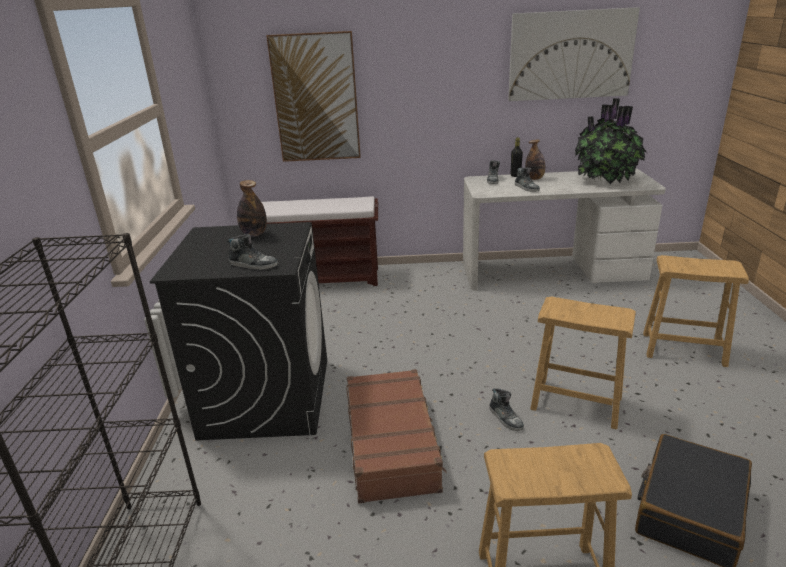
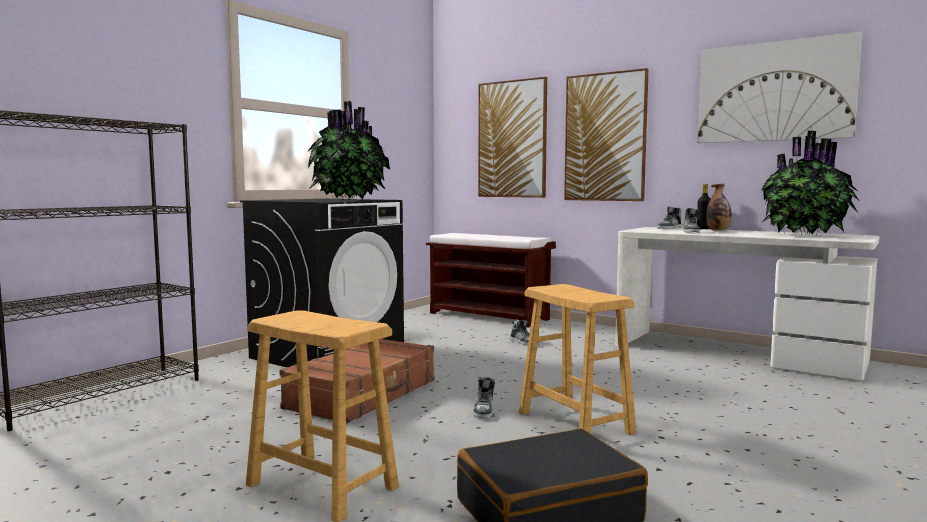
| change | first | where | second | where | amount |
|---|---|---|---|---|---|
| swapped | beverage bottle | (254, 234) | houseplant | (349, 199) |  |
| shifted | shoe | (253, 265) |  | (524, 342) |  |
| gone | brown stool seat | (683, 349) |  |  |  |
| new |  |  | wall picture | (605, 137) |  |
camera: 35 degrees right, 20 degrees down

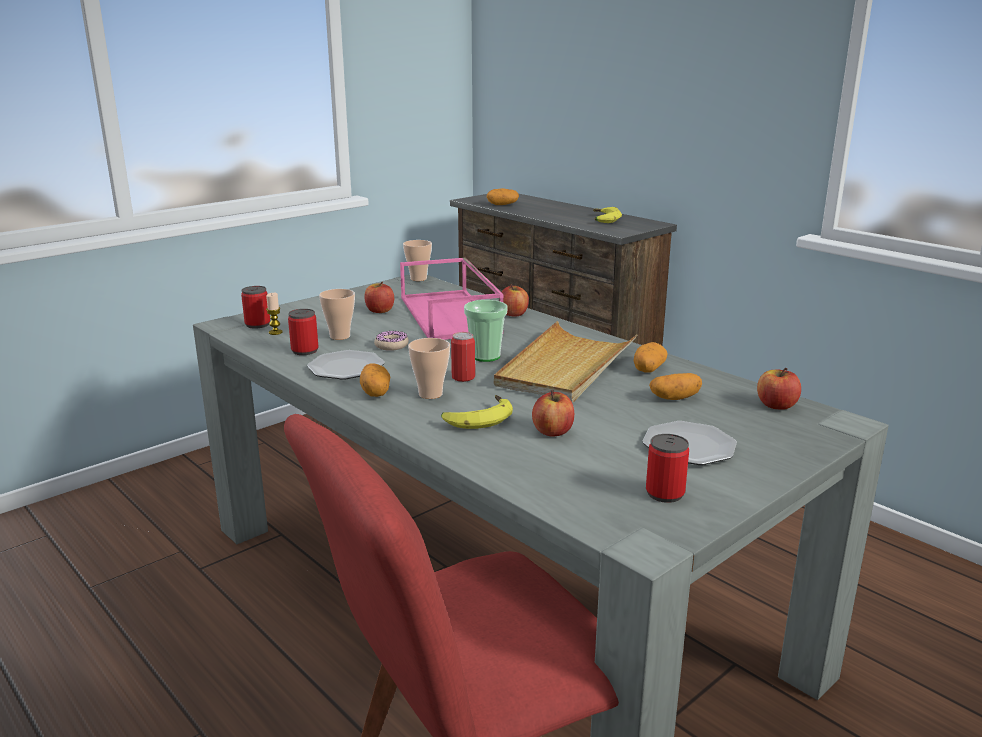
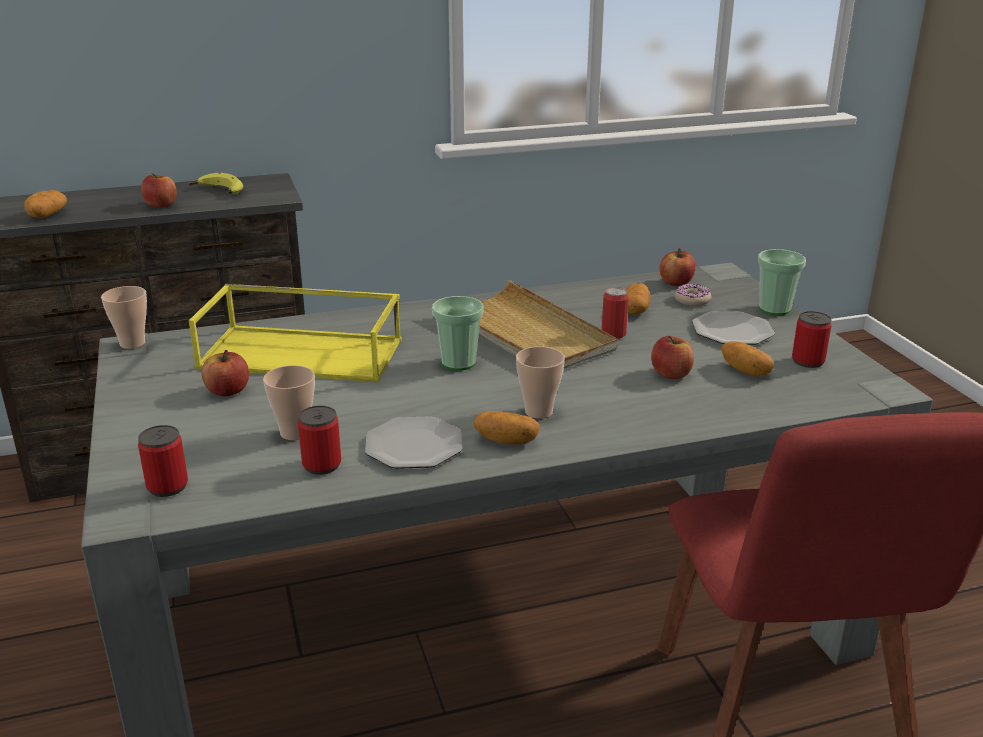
| change | first | where | second | where | amount |
|---|---|---|---|---|---|
| repainted | pink serving tray | (451, 315) | yellow serving tray | (304, 353) |  |
| shifted | apple | (513, 314) |  | (161, 205) |  |
| gone | wax candle | (275, 332) |  |  |  |
| shifted | donut | (391, 345) |  | (692, 300) |  |
| shifted | metal can | (463, 377) |  | (613, 334) |  |
| shifted | whole potato | (648, 369) |  | (745, 371) |  |
| gone | whole banana | (476, 418) |  |  |  |
| new |  |  | small cup | (774, 309) |  |
camera: 65 degrees left, 5 degrees up

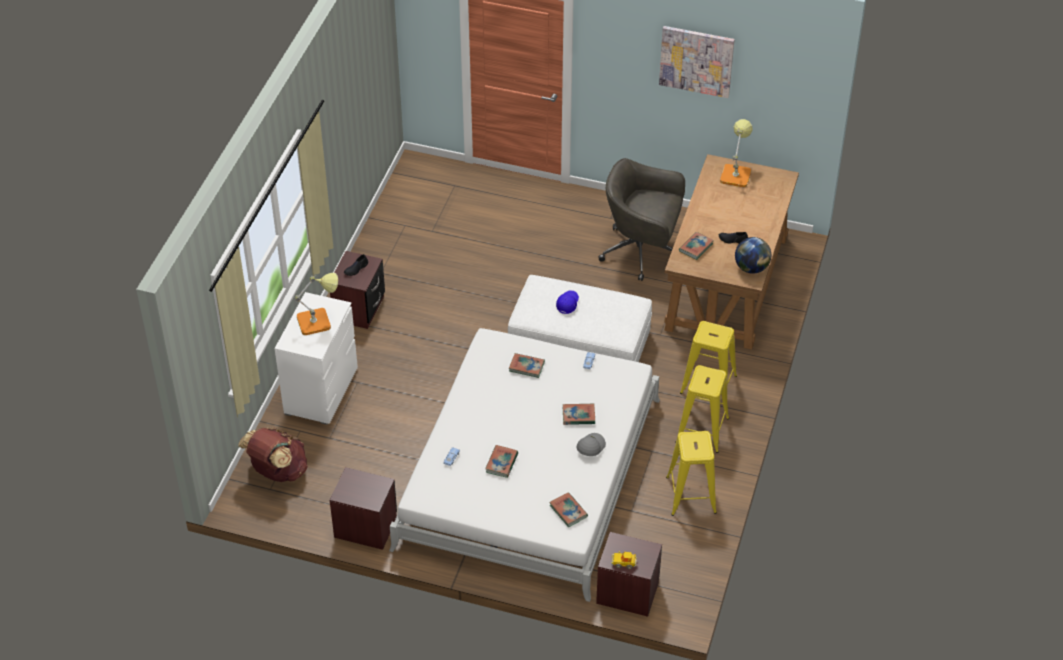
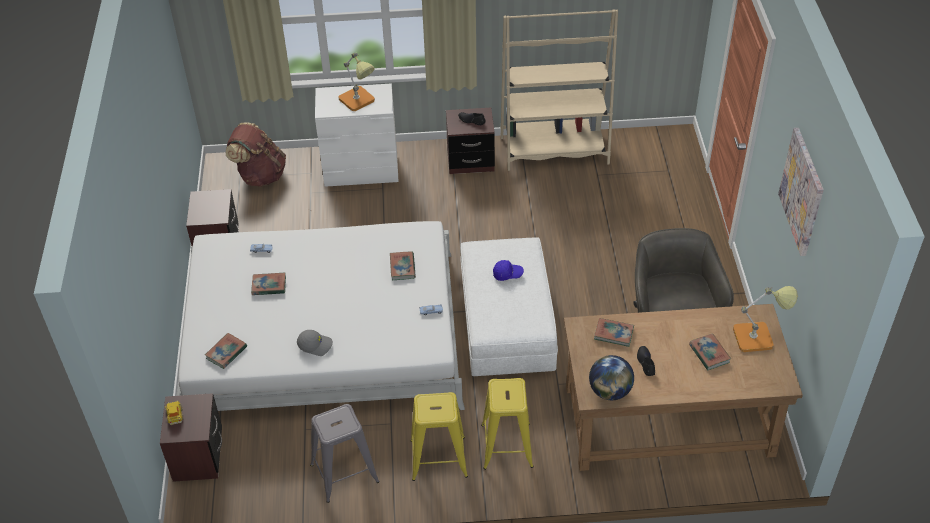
| change | first | where | second | where | amount |
|---|---|---|---|---|---|
| shifted | bound book | (578, 416) |  | (709, 354) |  |
| repainted | yellow stool seat | (691, 495) | greyish stool seat | (344, 473) |  |
| new |  |  | sand-coloured shelving unit | (554, 151) |  |
camera: 70 degrees right, 0 degrees up

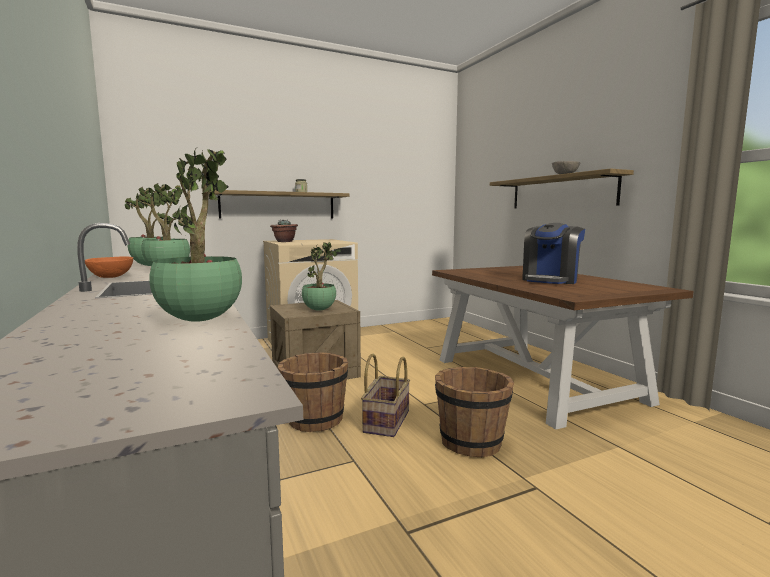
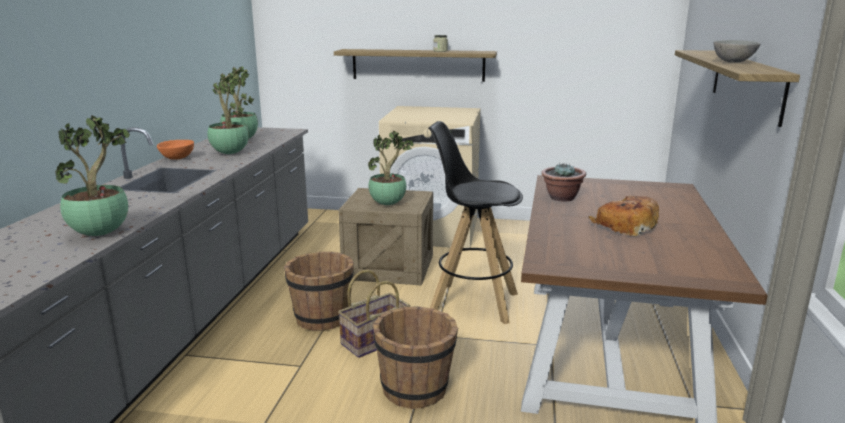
| change | first | where | second | where | amount |
|---|---|---|---|---|---|
| shifted | houseplant | (284, 241) |  | (561, 198) |  |
| swapped | coffee machine | (550, 280) | bakery bread | (624, 226) |  |
| new |  |  | black stool seat | (472, 302) |  |
camera: 35 degrees right, 10 degrees up

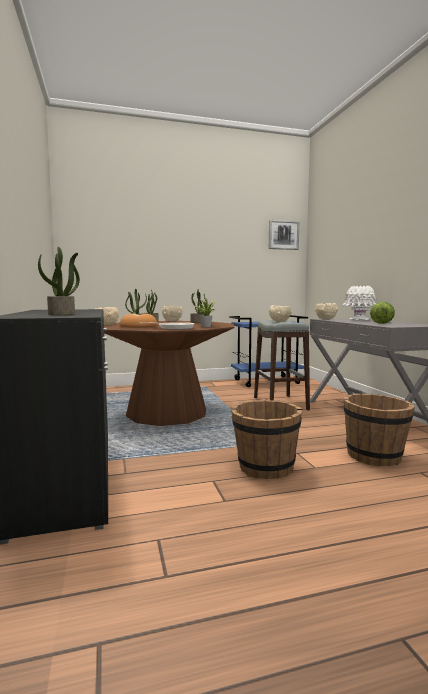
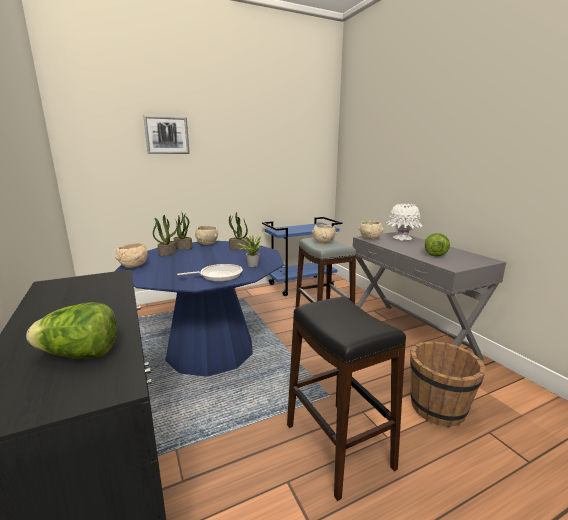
| change | first | where | second | where | amount |
|---|---|---|---|---|---|
| shifted | wall picture | (283, 235) |  | (167, 135) |  |
| swapped | houseplant | (62, 314) | lettuce | (80, 355) |  |
| gone | bakery bread | (138, 326) |  |  |  |
| repainted | brown dining table | (167, 413) | blue dining table | (210, 350) |  |
| swapped | brown bucket | (265, 467) | black stool seat | (337, 445) |  |
camera: 10 degrees left, 10 degrees up

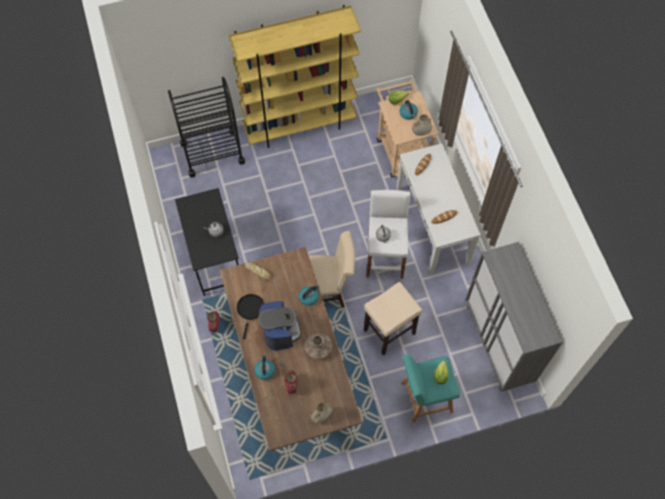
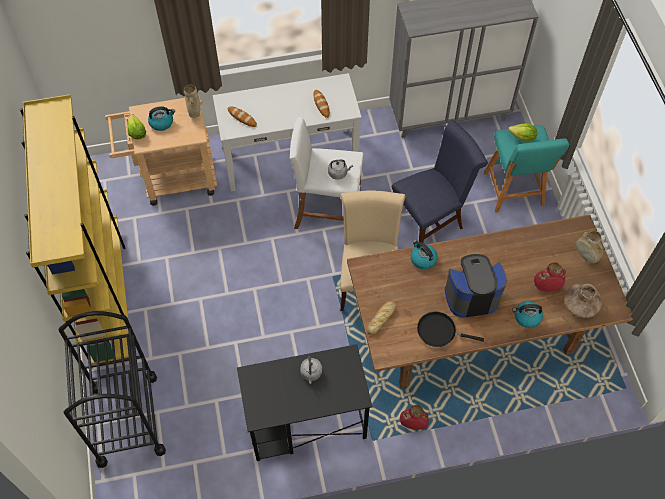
| change | first | where | second | where | amount |
|---|---|---|---|---|---|
| swapped | sand-coloured stool seat | (389, 332) | blue chair | (431, 218) |  |
| shifted | brown vase | (318, 348) |  | (580, 305) |  |
camera: 85 degrees left, 5 degrees down

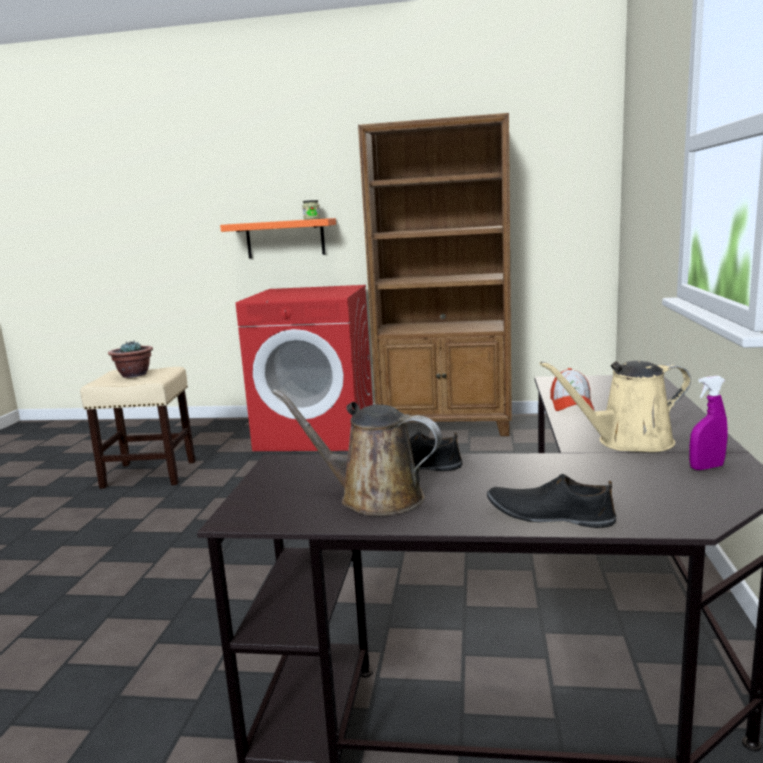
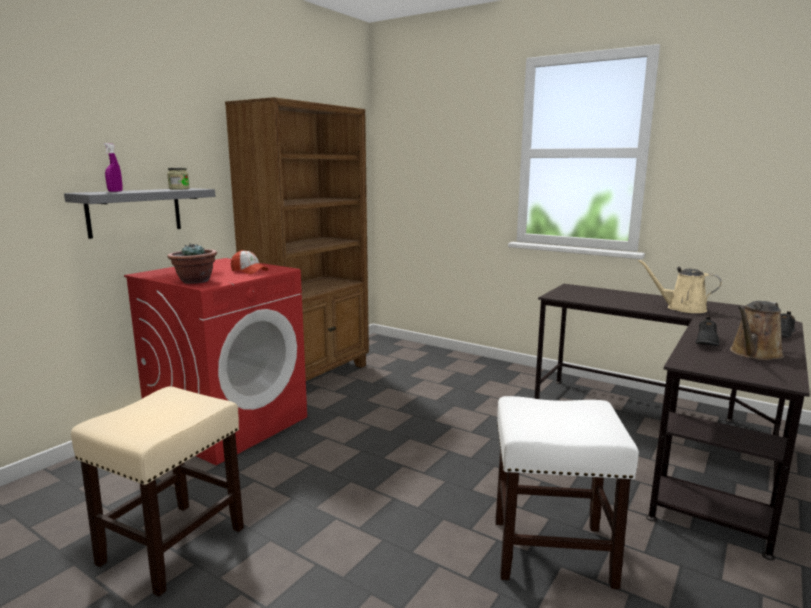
| change | first | where | second | where | amount |
|---|---|---|---|---|---|
| repainted | orange wall shelf | (285, 238) | greyish wall shelf | (134, 212) |  |
| shifted | houseplant | (134, 375) |  | (195, 281) |  |
| rotated | sand-coloured watering pot | (628, 442) |  | (682, 308) | 105 degrees clockwise |
| shifted | cap | (571, 404) |  | (249, 271) |  |
| shifted | purple-coloured spray bottle | (706, 467) |  | (115, 191) |  |
| new |  |  | white stool seat | (550, 552) |  |
camera: 65 degrees left, 0 degrees up

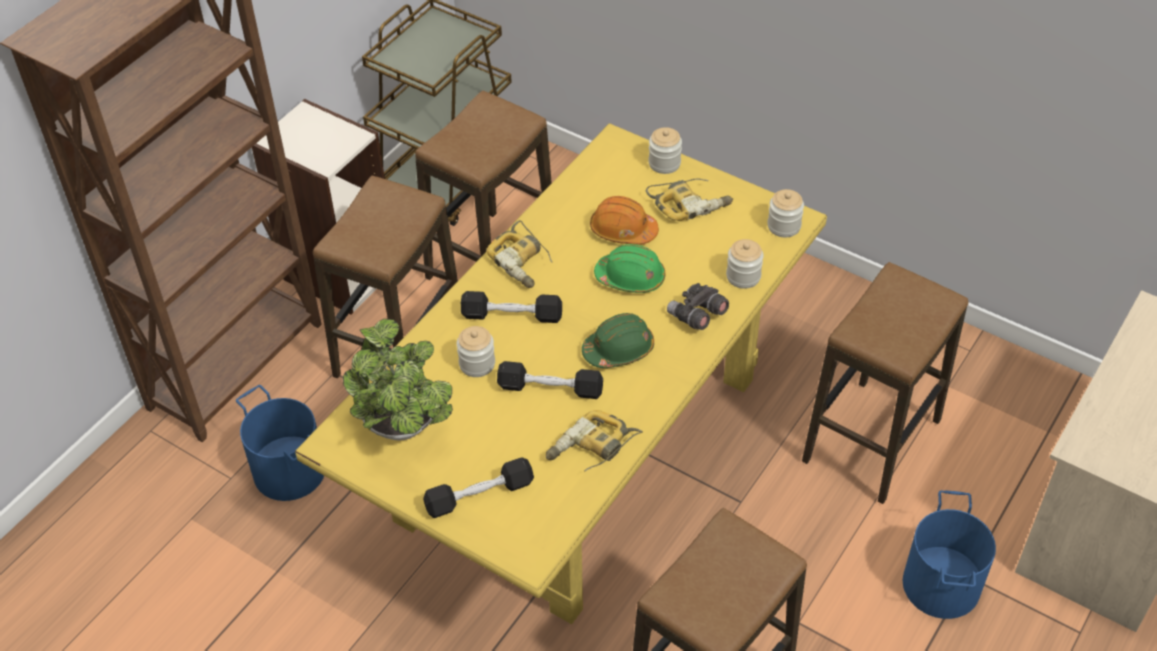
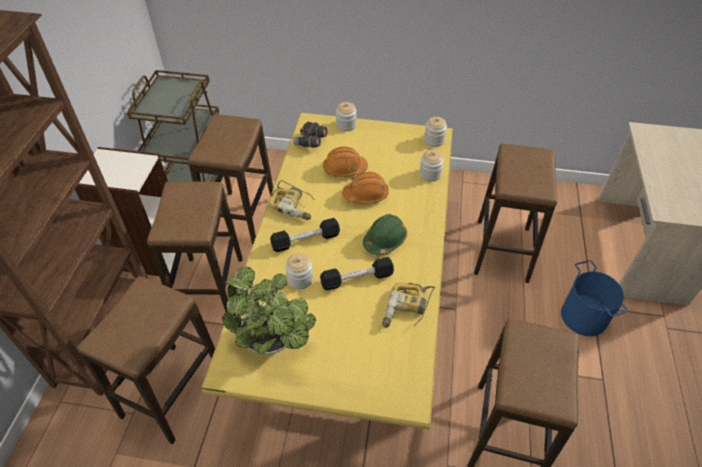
| change | first | where | second | where | amount |
|---|---|---|---|---|---|
| gone | power drill | (689, 203) |  |  |  |
| repainted | green work helmet | (630, 278) | orange work helmet | (366, 195) |  |
| shifted | greyish binoculars | (697, 316) |  | (310, 142) |  |
| swapped | blue bucket | (290, 470) | stool seat | (173, 392) |  |
| gone | black free weight | (479, 495) |  |  |  |
camera: 25 degrees left, 0 degrees up

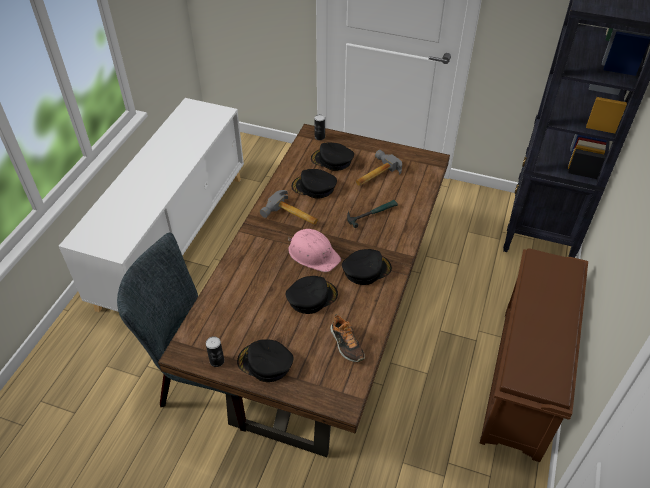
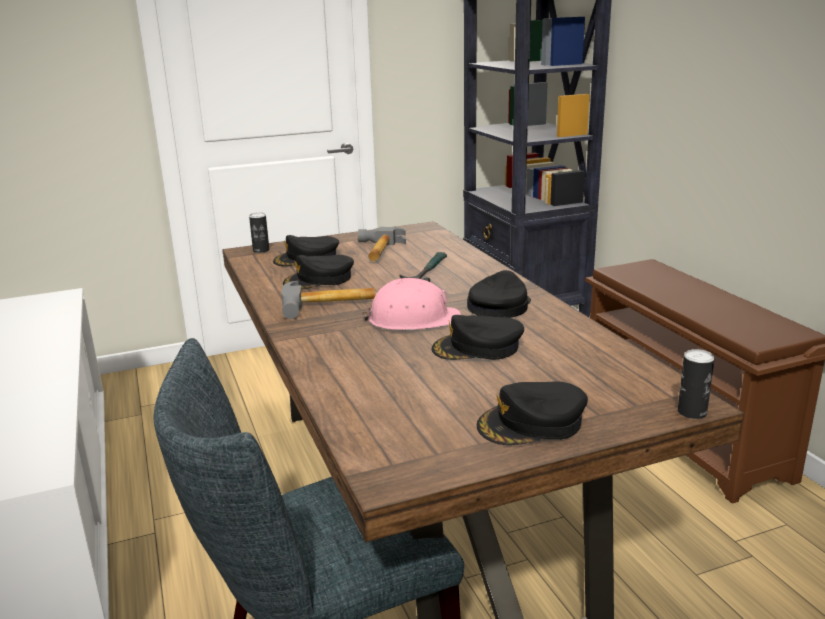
| change | first | where | second | where | amount |
|---|---|---|---|---|---|
| rotated | black cap | (311, 297) |  | (477, 348) | 120 degrees counterclockwise |
| gone | shoe | (346, 344) |  |  |  |
| shifted | metal can | (217, 361) |  | (692, 412) |  |
camera: 40 degrees left, 25 degrees down

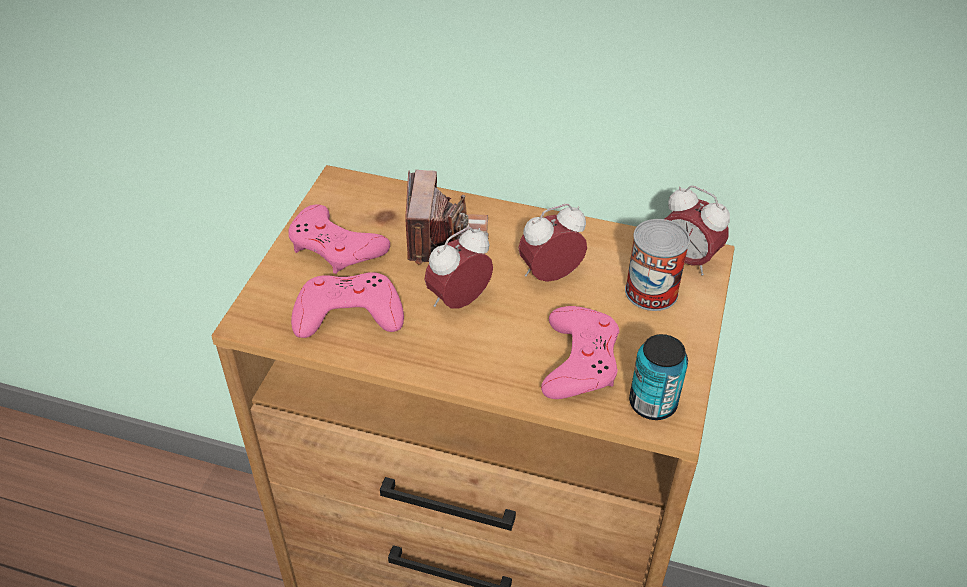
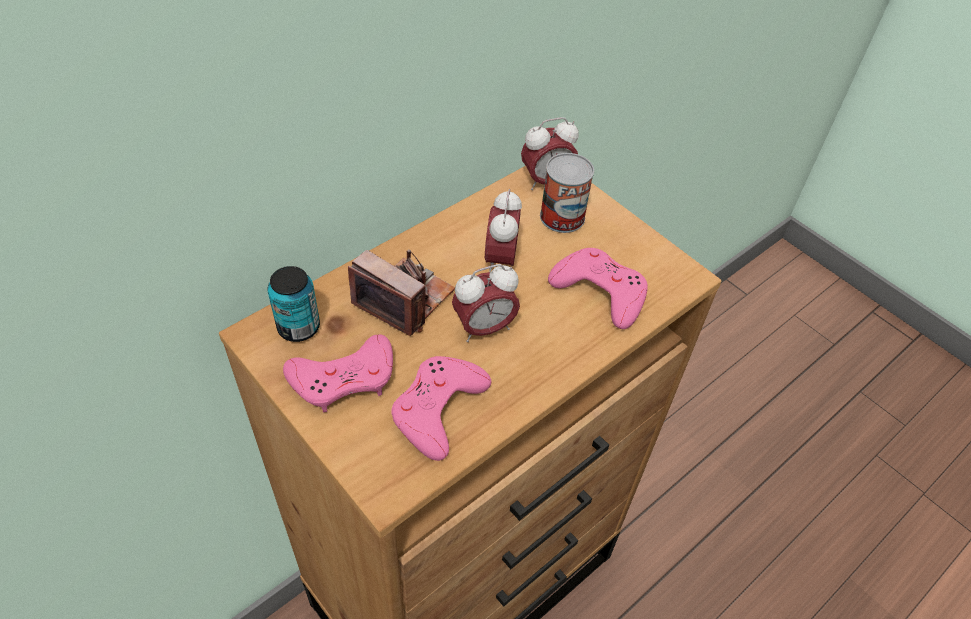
| change | first | where | second | where | amount |
|---|---|---|---|---|---|
| rotated | table clock | (459, 301) |  | (484, 328) | 105 degrees counterclockwise |
| shifted | metal can | (652, 404) |  | (298, 327) |  |
camera: 60 degrees left, 5 degrees up

